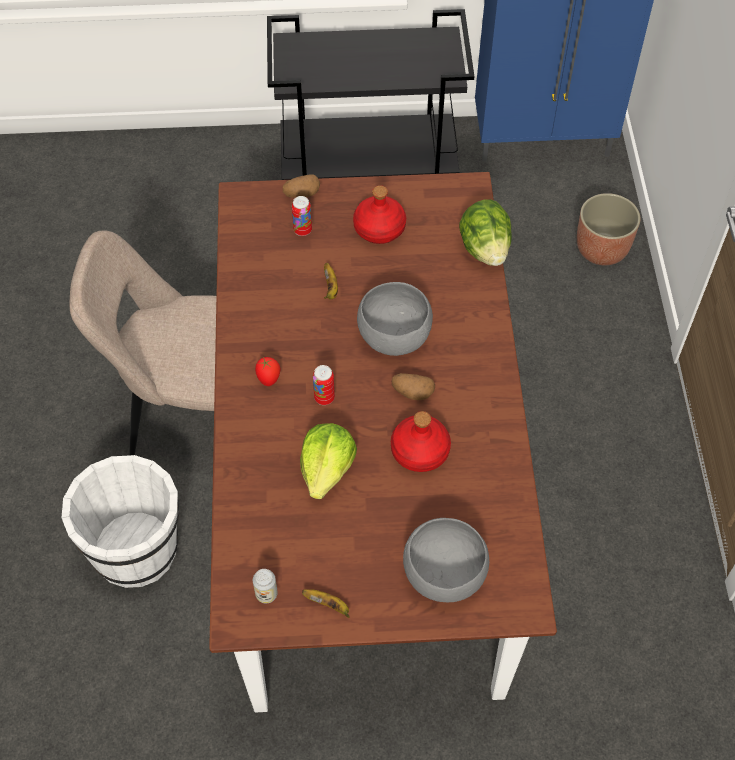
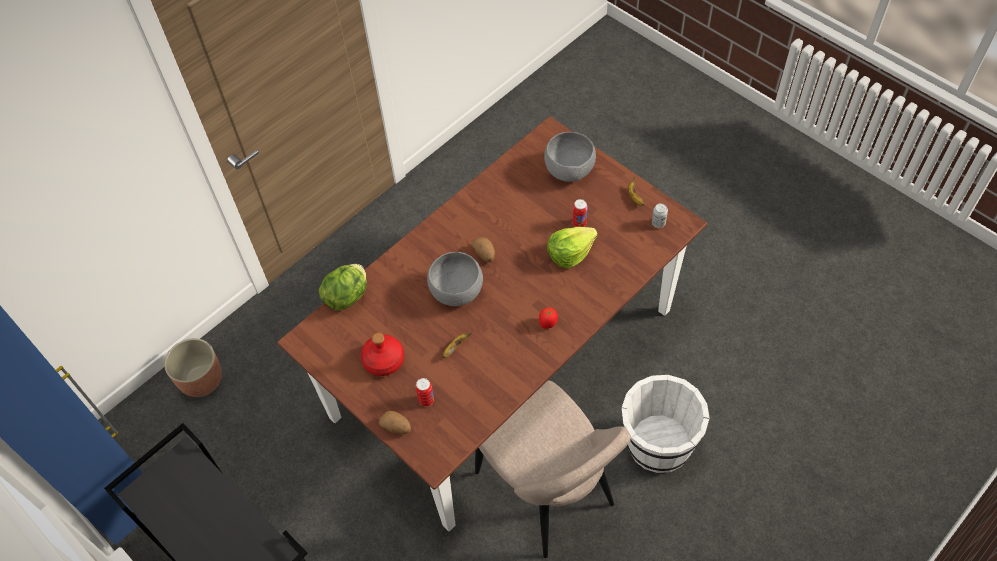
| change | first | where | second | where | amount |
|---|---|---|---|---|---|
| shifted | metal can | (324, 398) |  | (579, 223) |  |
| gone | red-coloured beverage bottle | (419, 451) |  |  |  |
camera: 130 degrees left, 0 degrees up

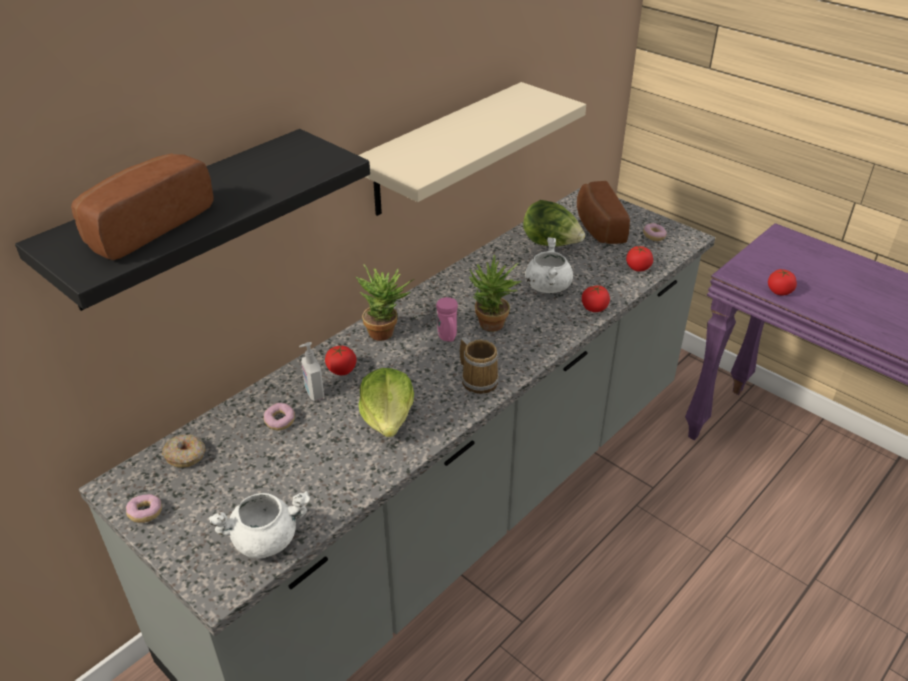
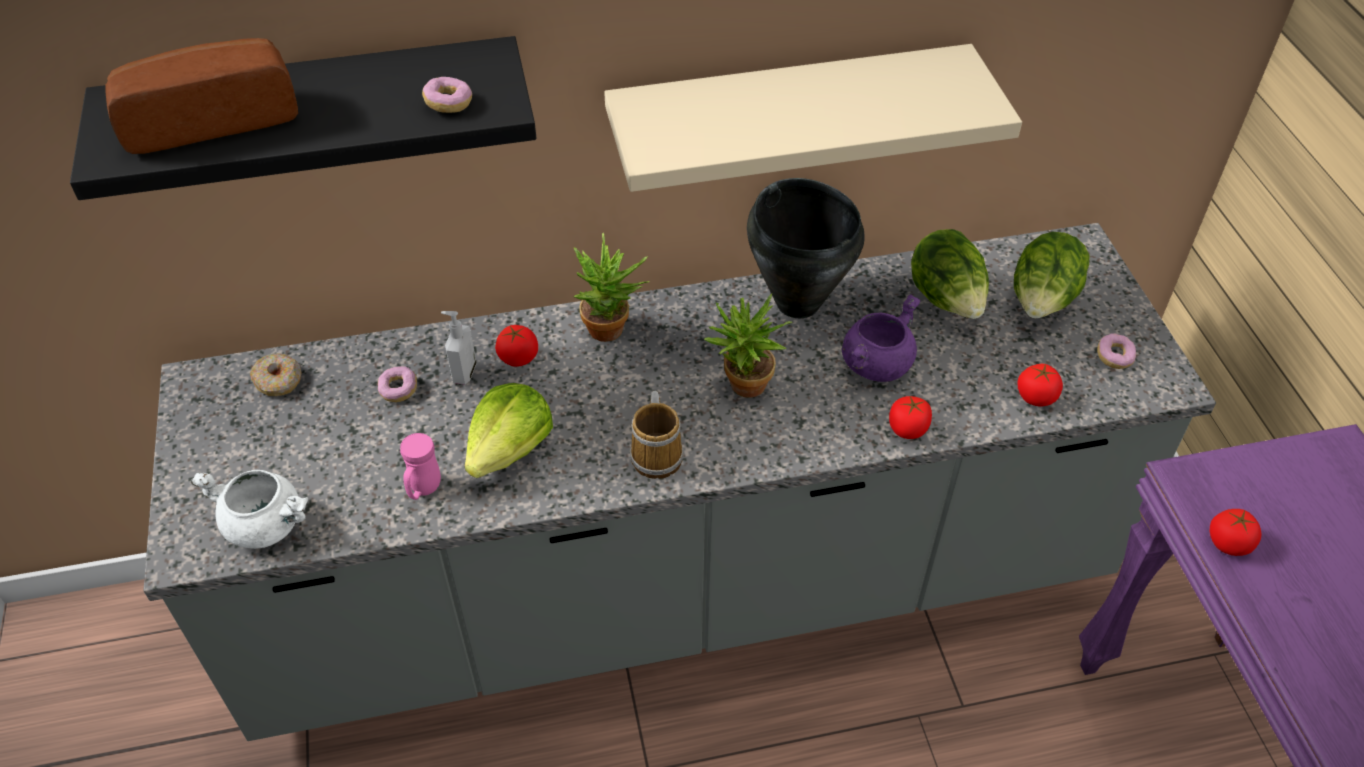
| change | first | where | second | where | amount |
|---|---|---|---|---|---|
| swapped | bakery bread | (596, 227) | lettuce | (1042, 302) |  |
| repainted | white saucepot | (547, 286) | purple-coloured saucepot | (876, 363) |  |
| shifted | pink tea mug | (448, 338) |  | (423, 489) |  |
| shifted | donut | (145, 513) |  | (449, 104) |  |
| new |  |  | black saucepot | (798, 302) |  |
camera: 35 degrees right, 10 degrees up

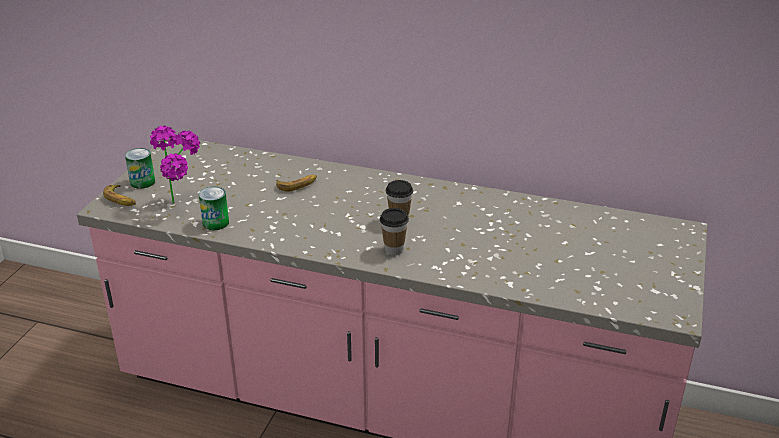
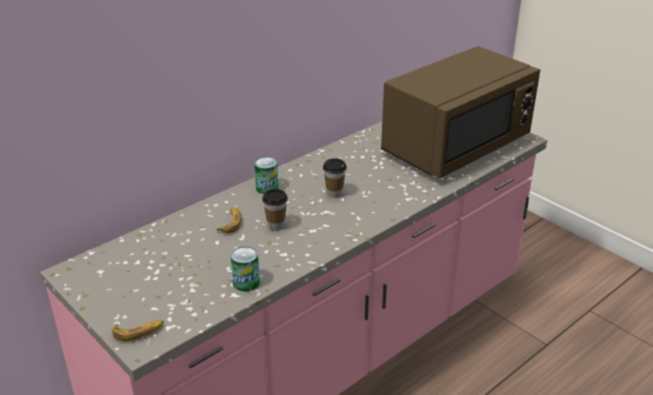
| change | first | where | second | where | amount |
|---|---|---|---|---|---|
| gone | houseplant | (184, 203) |  |  |  |
| shifted | metal can | (142, 182) |  | (267, 188) |  |
| shifted | small cup | (394, 250) |  | (276, 226) |  |
| new |  |  | brown kitchen microwave | (455, 147) |  |
camera: 60 degrees left, 0 degrees up

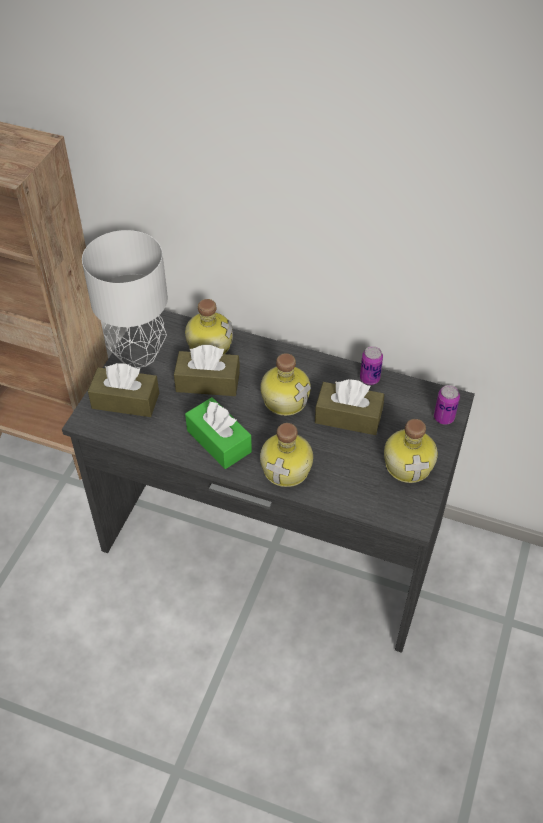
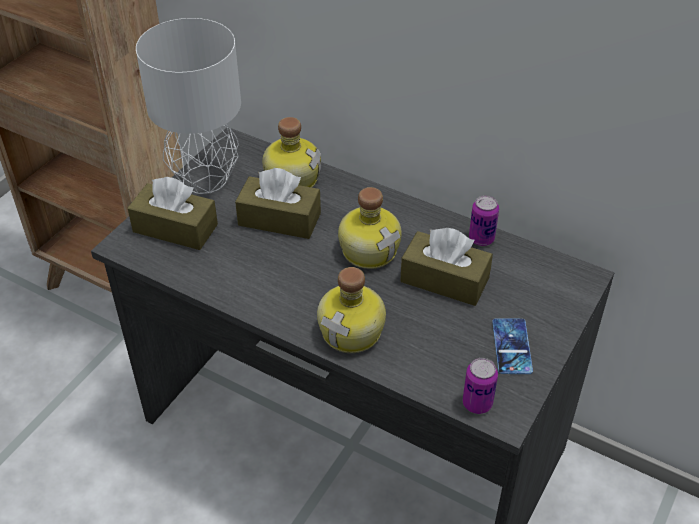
| change | first | where | second | where | amount |
|---|---|---|---|---|---|
| shifted | metal can | (443, 417) |  | (477, 403) |  |
| gone | green tissue holder | (219, 441) |  |  |  |
| swapped | beverage bottle | (409, 464) | handset | (512, 346) |  |
camera: 10 degrees right, 5 degrees down

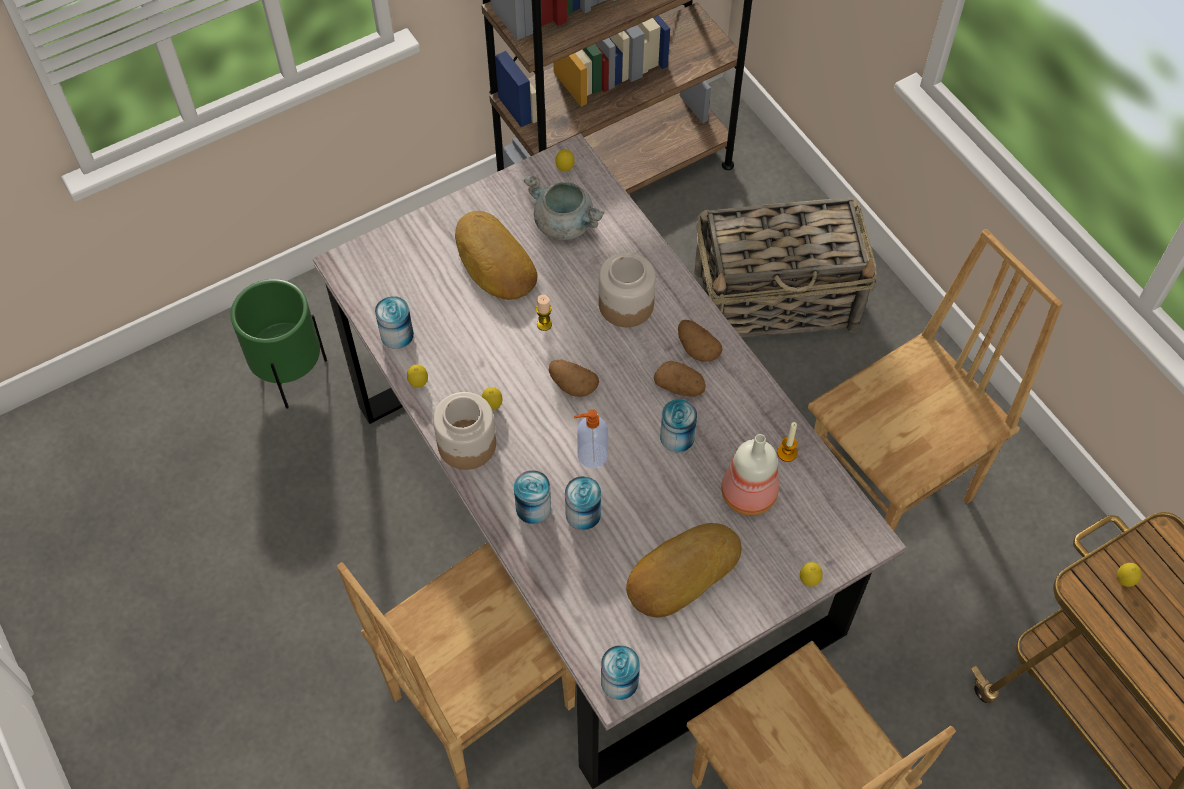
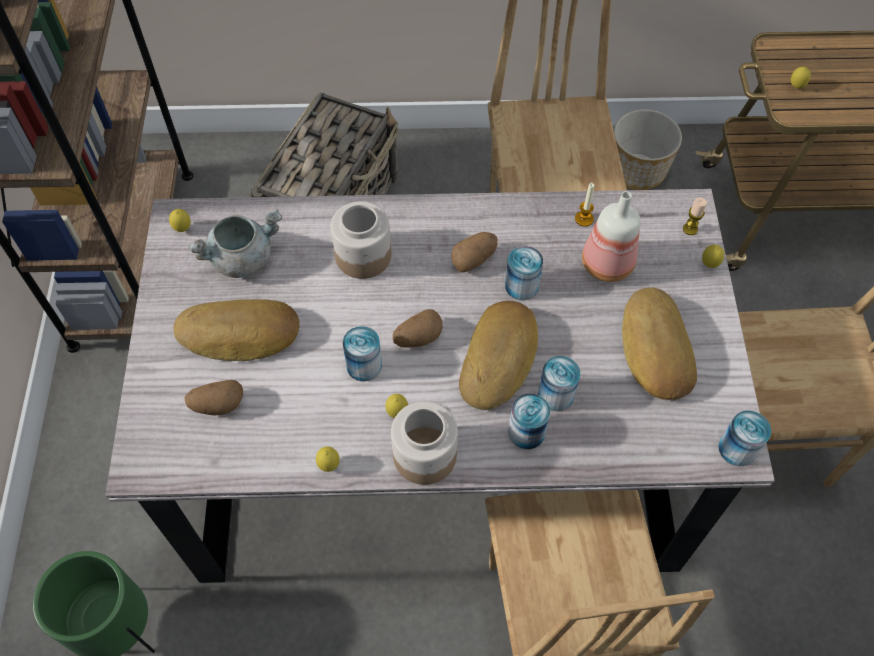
| change | first | where | second | where | amount |
|---|---|---|---|---|---|
| shifted | wax candle | (544, 324) |  | (690, 229) |  |
| shifted | metal can | (397, 334) |  | (364, 365) |  |
| shifted | whole potato | (696, 348) |  | (217, 405) |  |
| swapped | liquid soap bottle | (591, 455) | bakery bread | (500, 359) |  |
| new |  |  | flower pot | (638, 170) |  |
camera: 60 degrees left, 0 degrees up

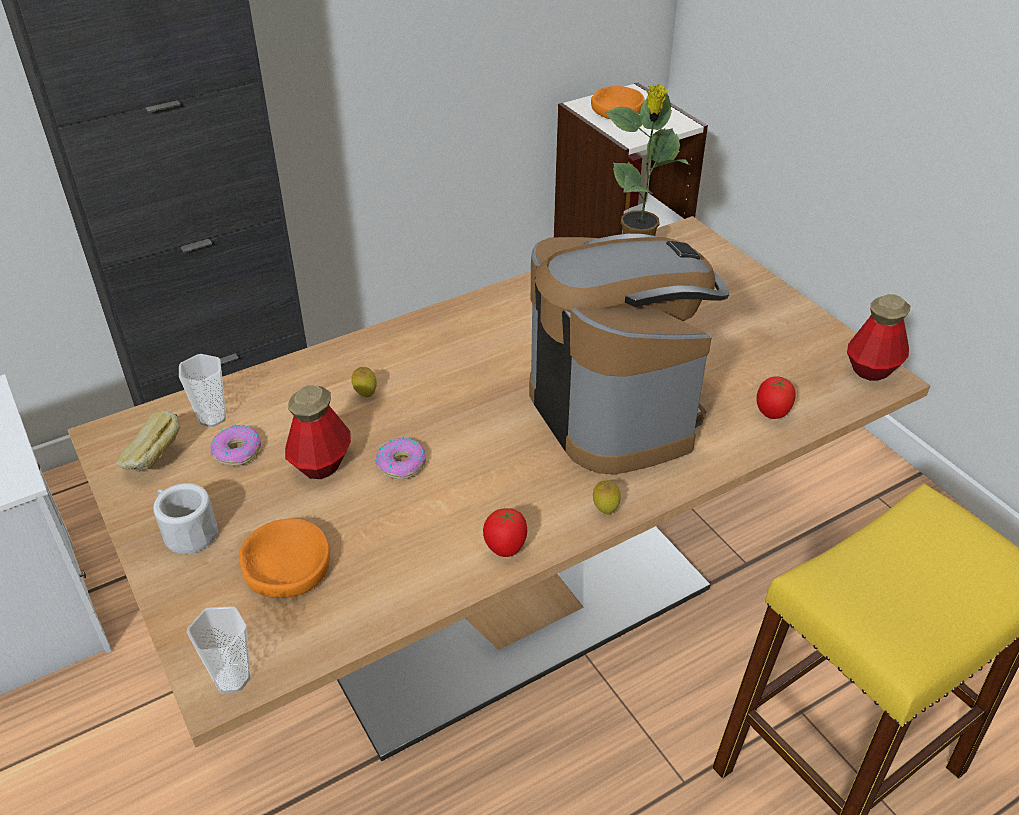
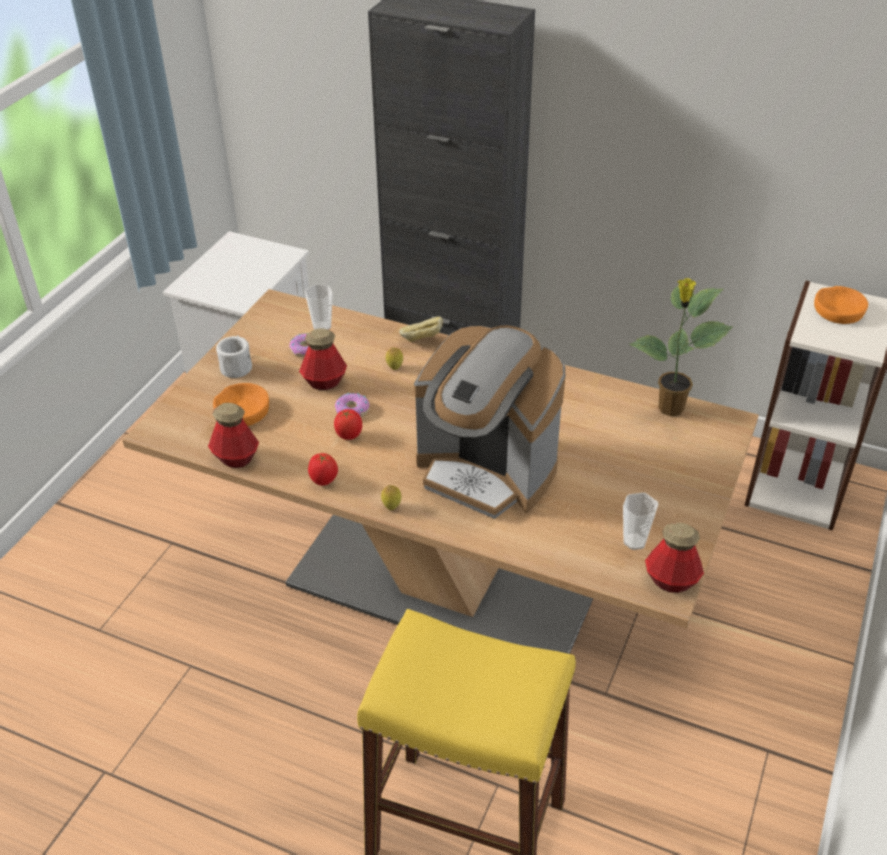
| change | first | where | second | where | amount |
|---|---|---|---|---|---|
| rotated | coffee machine | (615, 410) |  | (486, 472) | 90 degrees clockwise |
| shifted | tomato | (771, 414) |  | (349, 436) |  |
| shifted | bakery bread | (155, 461) |  | (422, 341) |  |
| shifted | small cup | (232, 678) |  | (634, 541) |  |
| new |  |  | beverage bottle | (236, 458) |  |
camera: 55 degrees right, 0 degrees up

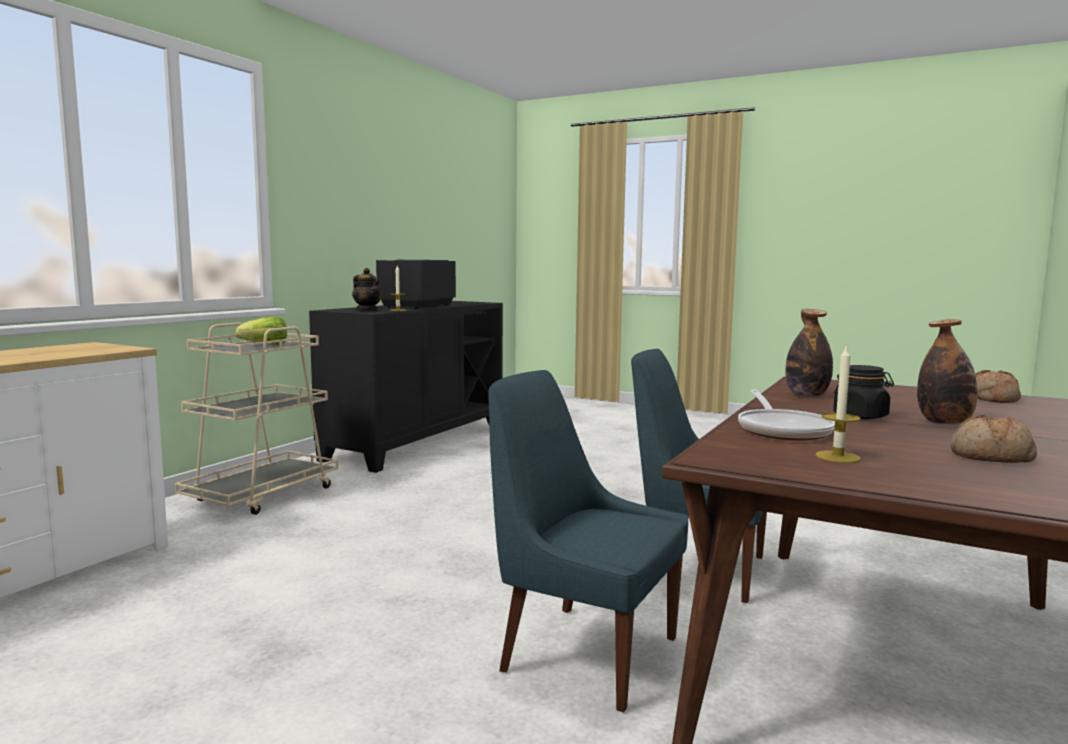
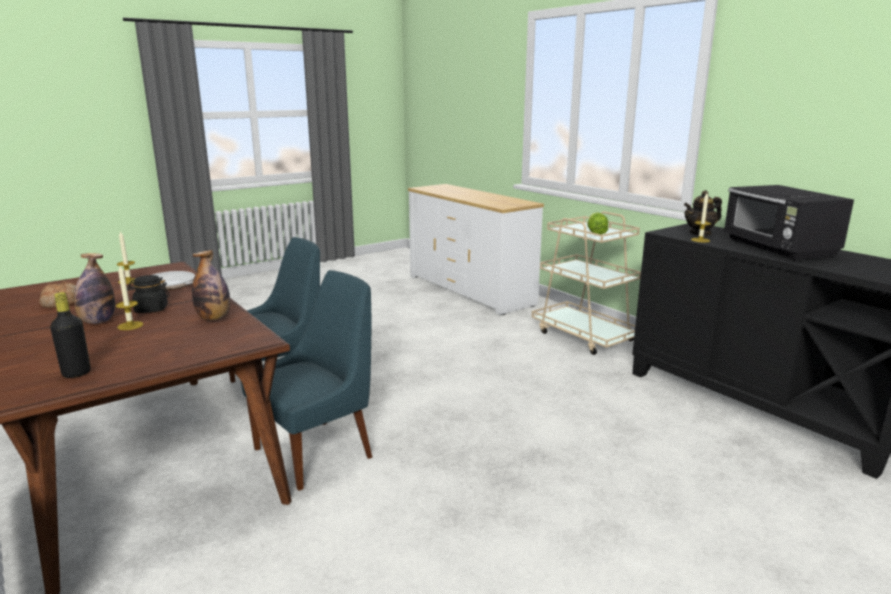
| change | first | where | second | where | amount |
|---|---|---|---|---|---|
| rotated | black kitchen microwave | (416, 306) |  | (778, 249) | 150 degrees counterclockwise |
| swapped | bakery bread | (991, 399) | black beverage bottle | (76, 373) |  |
| new |  |  | wax candle | (130, 325) |  |
camera: 115 degrees right, 10 degrees up

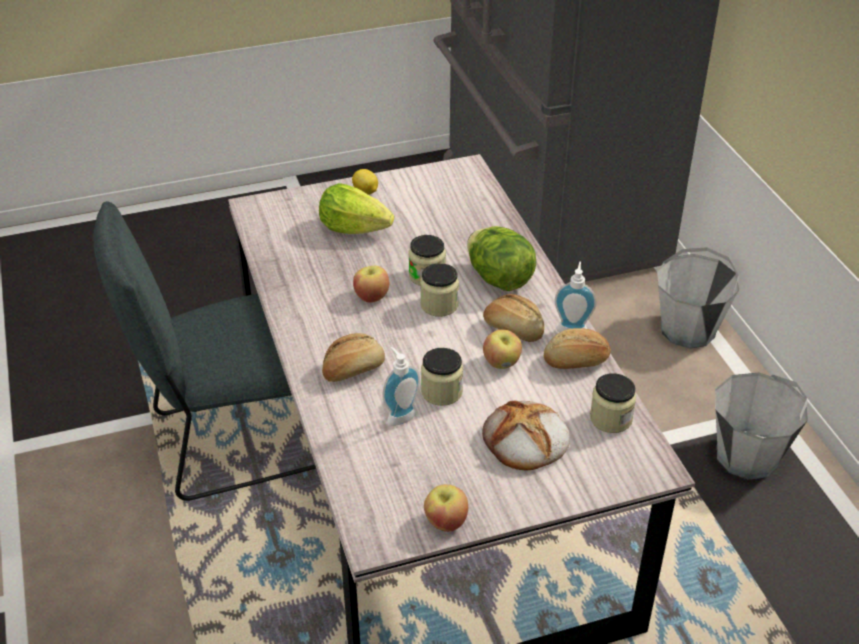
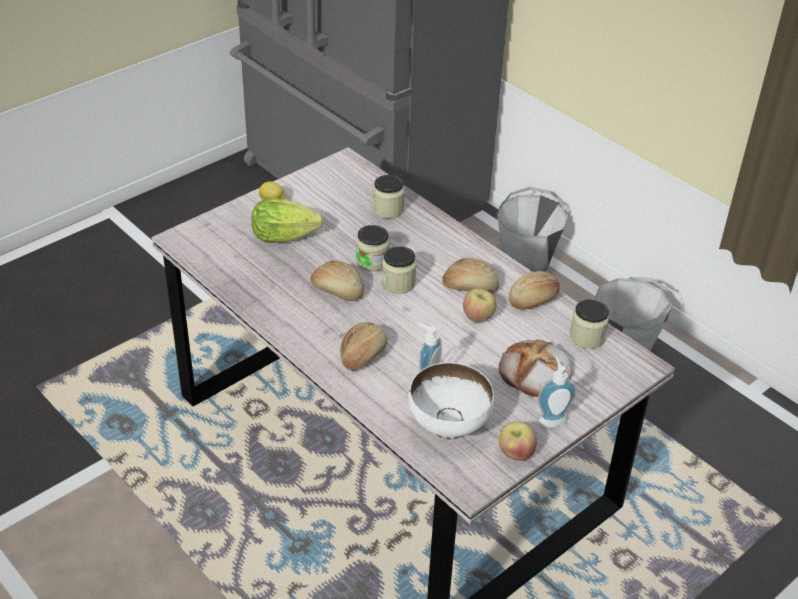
| change | first | where | second | where | amount |
|---|---|---|---|---|---|
| gone | greyish chair | (237, 440) |  |  |  |
| gone | lettuce | (499, 279) |  |  |  |
| shifted | liquid soap bottle | (572, 328) |  | (551, 419) |  |
| swapped | apple | (371, 296) | bakery bread | (337, 290) |  |
| shifted | preserve jar | (441, 392) |  | (388, 209) |  |
| new |  |  | white deep dish | (448, 427) |  |
camera: 25 degrees left, 0 degrees up

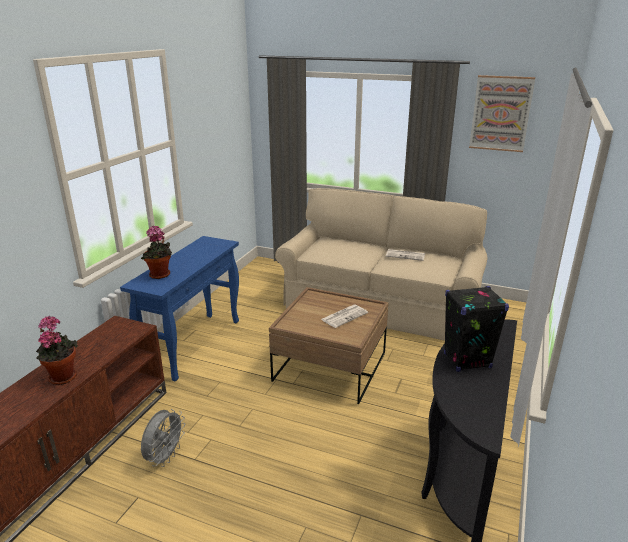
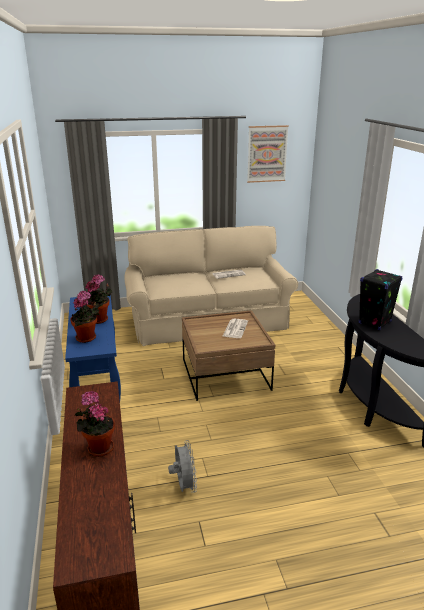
| change | first | where | second | where | amount |
|---|---|---|---|---|---|
| new |  |  | houseplant | (100, 320) |  |
camera: 35 degrees left, 0 degrees up

